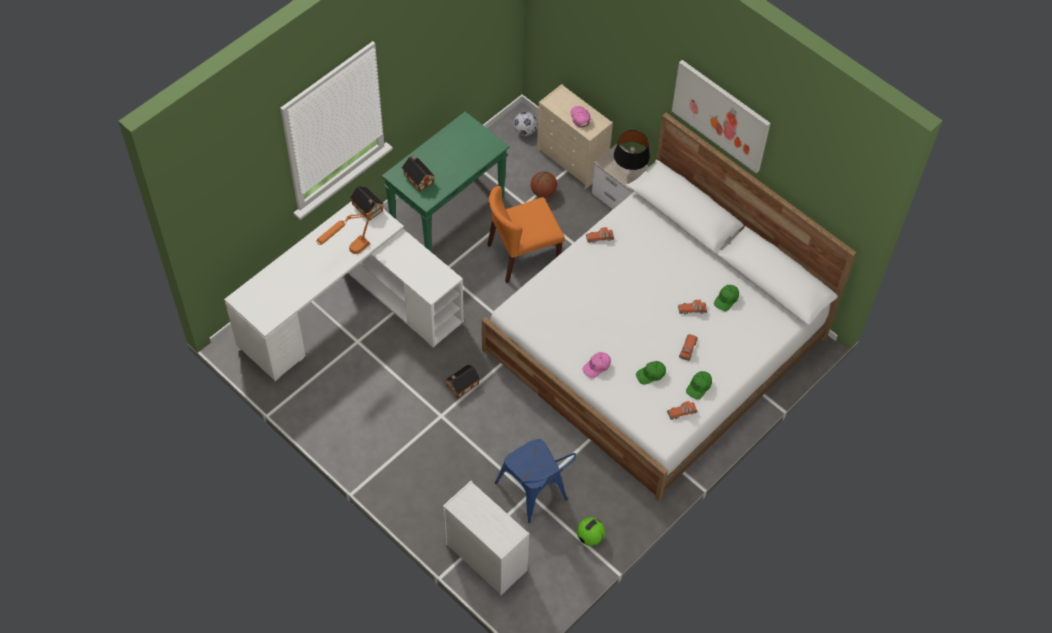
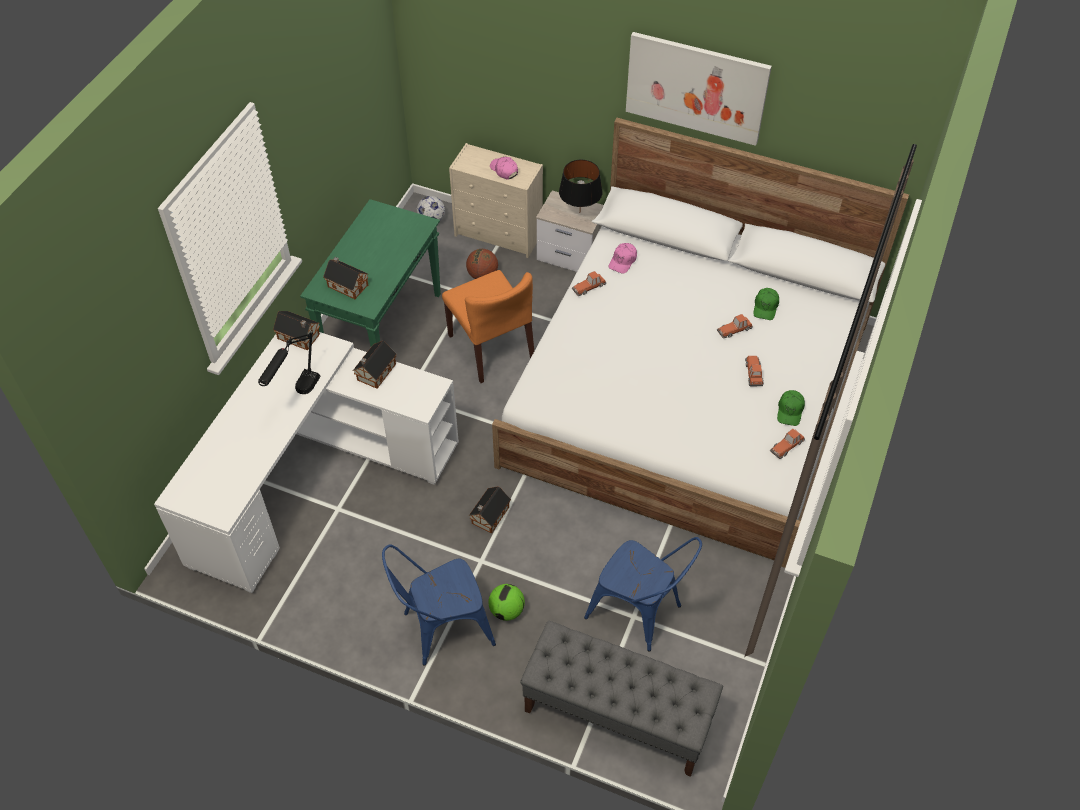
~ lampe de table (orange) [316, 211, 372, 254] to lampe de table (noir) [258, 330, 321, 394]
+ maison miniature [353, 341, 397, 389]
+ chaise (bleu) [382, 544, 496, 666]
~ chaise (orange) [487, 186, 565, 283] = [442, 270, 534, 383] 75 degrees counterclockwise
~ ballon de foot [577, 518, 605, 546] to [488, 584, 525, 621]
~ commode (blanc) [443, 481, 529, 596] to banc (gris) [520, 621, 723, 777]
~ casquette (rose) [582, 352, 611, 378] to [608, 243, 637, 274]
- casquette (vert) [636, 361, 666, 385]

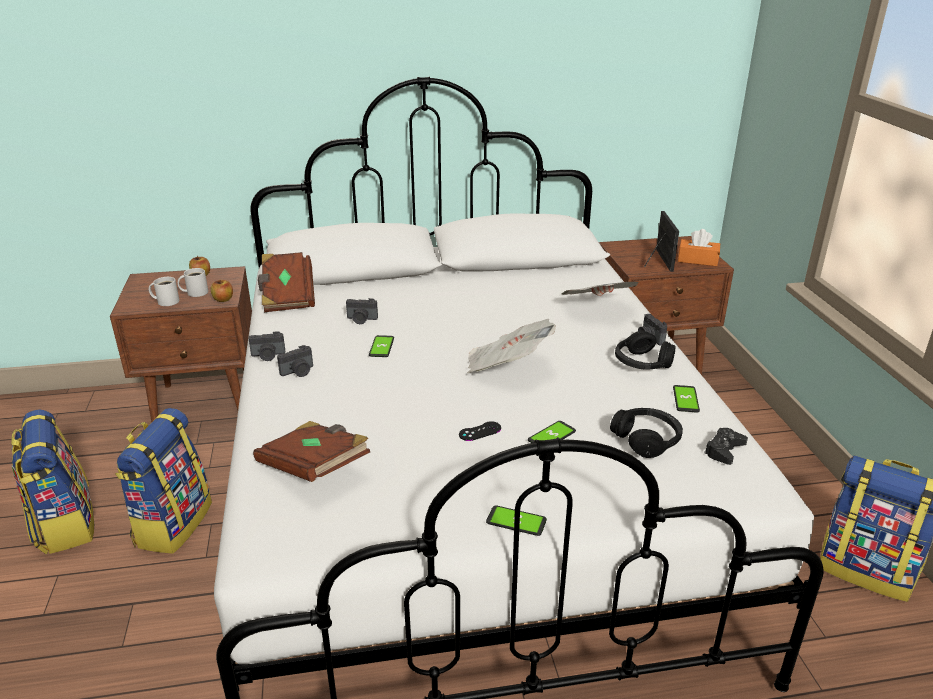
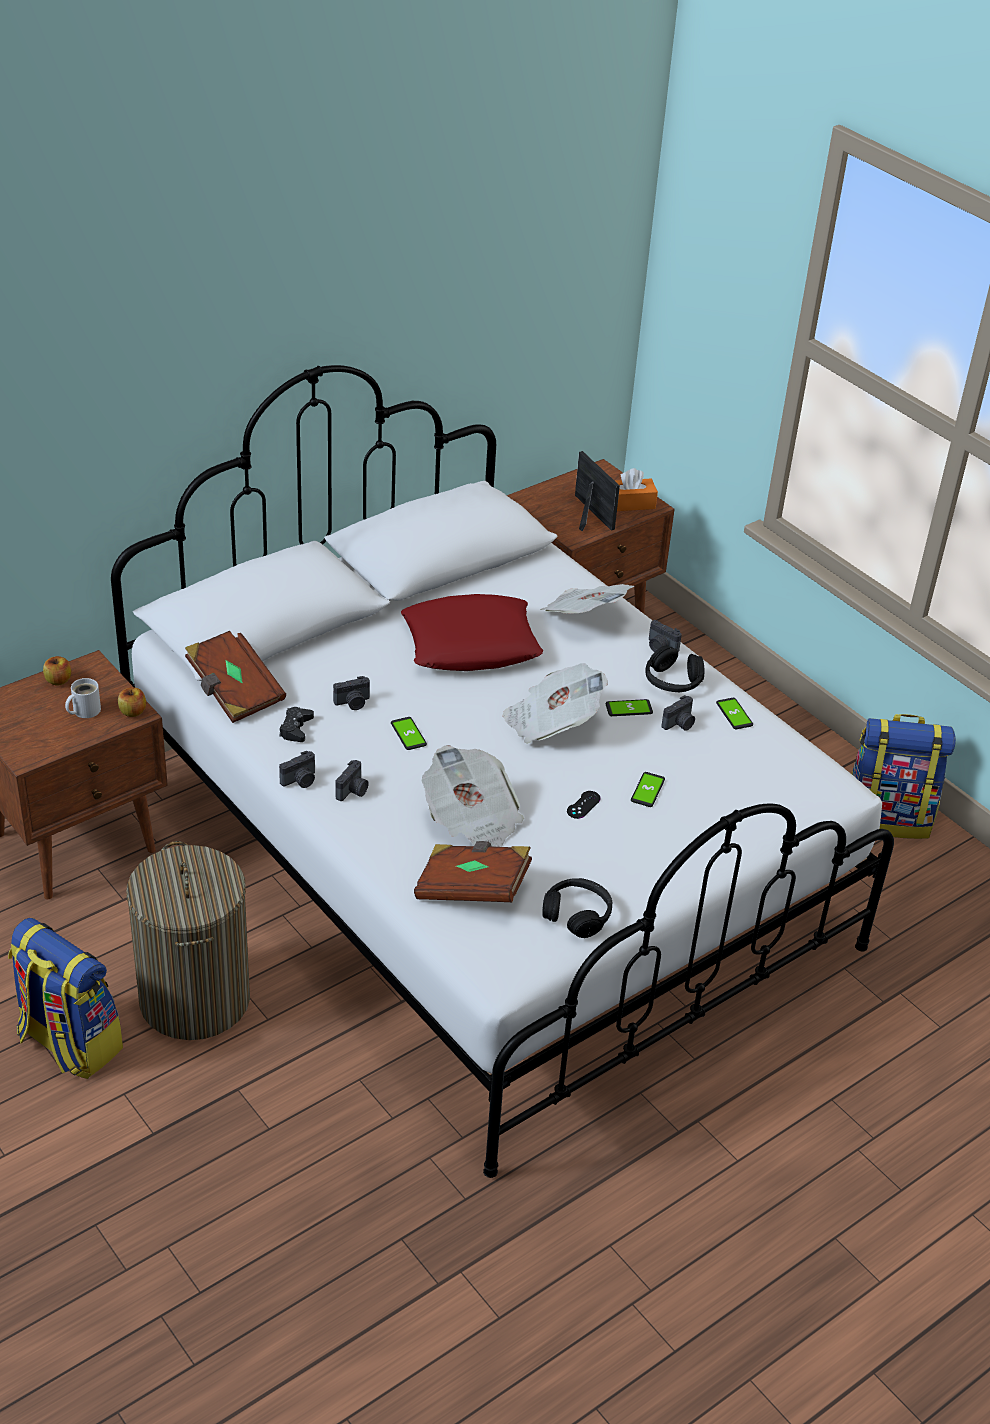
~ sac à dos [115, 408, 212, 554] to panier à linge [127, 841, 250, 1040]
~ manette (noir) [704, 428, 748, 465] to [279, 707, 314, 742]
+ coussin (rouge) [401, 594, 543, 671]
+ journal [422, 745, 524, 847]
~ casque audio (noir) [610, 408, 683, 458] to [542, 878, 612, 938]
~ téléphone [486, 505, 547, 536] to [605, 699, 653, 716]
+ appareil photo [661, 695, 695, 731]
- mug (blanc) [149, 277, 180, 306]

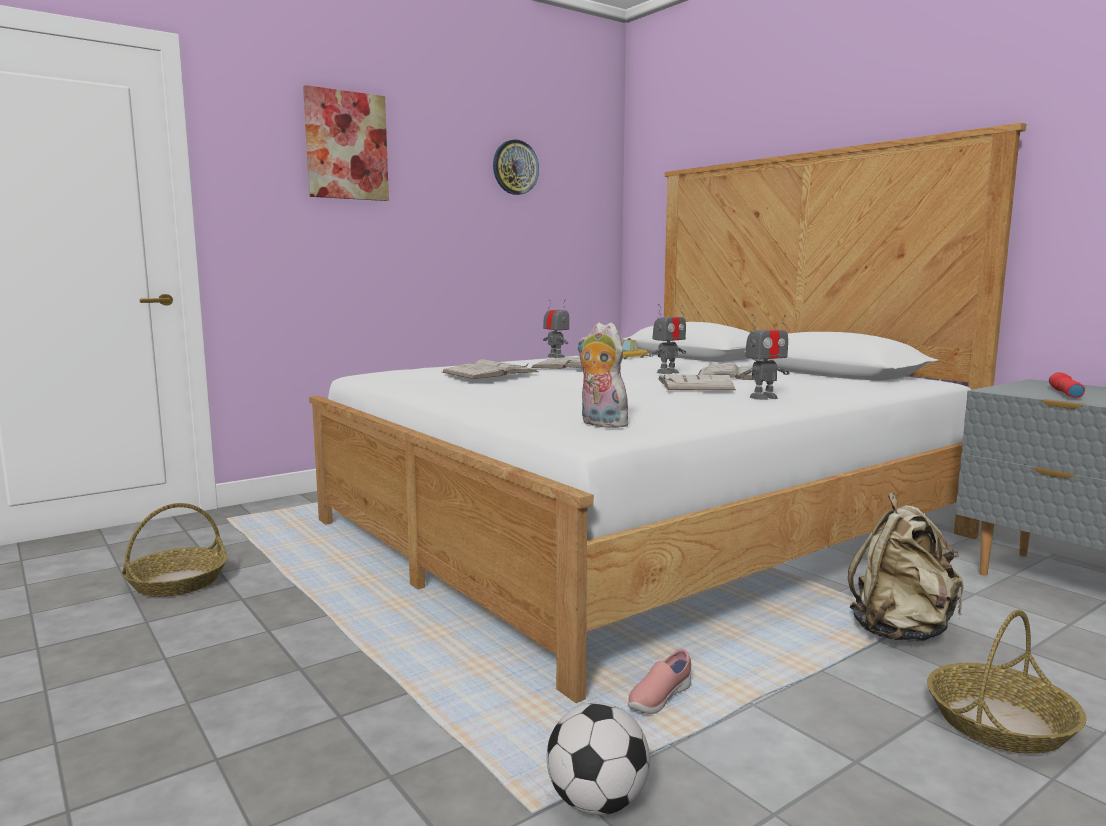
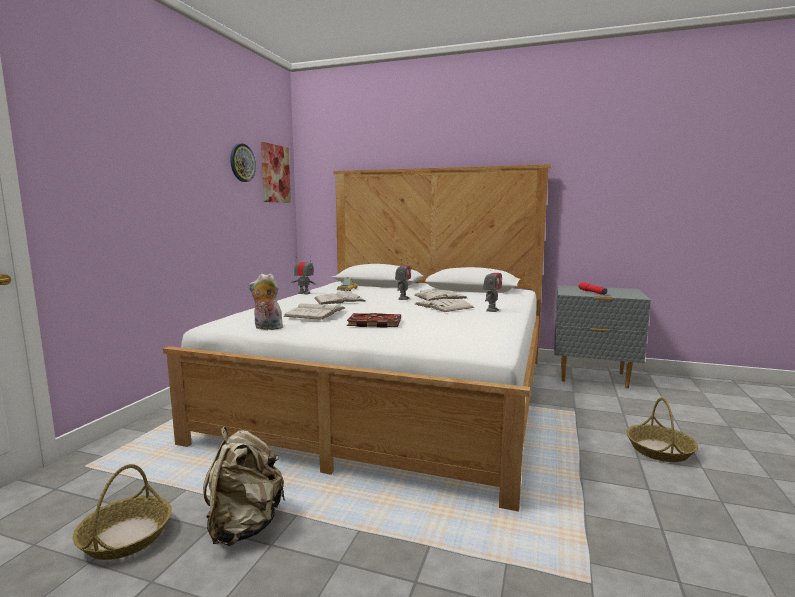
~ sac à dos (beige) [848, 493, 963, 642] to [203, 427, 285, 546]
~ peluche [578, 322, 633, 428] to [249, 273, 285, 330]
~ tableau [303, 85, 389, 201] to [261, 142, 291, 203]
+ livre [347, 313, 401, 328]
- ballon de foot [546, 702, 650, 815]
- chaussure (rose) [628, 648, 691, 714]

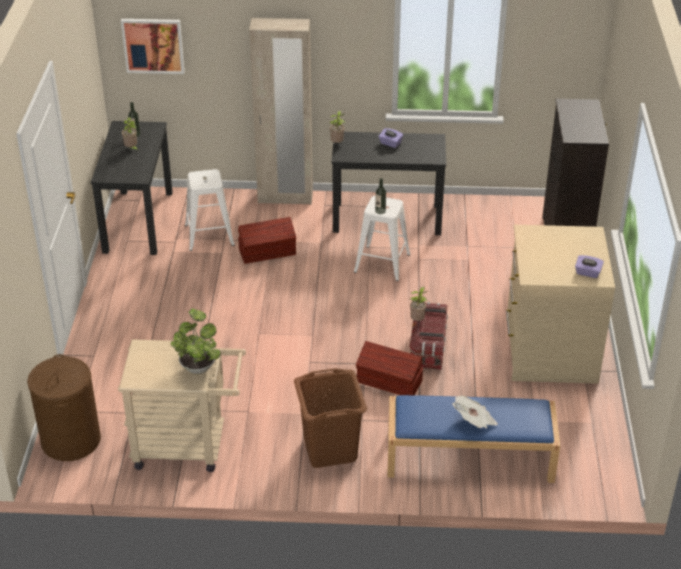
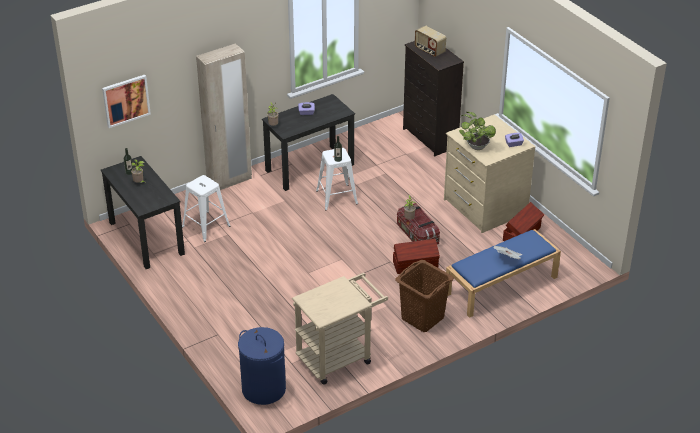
~ panier à linge (marron) [27, 354, 101, 461] to panier à linge (bleu) [238, 327, 286, 405]
+ radio [415, 25, 446, 57]
~ plante en pot [170, 308, 221, 374] to [459, 112, 496, 150]
~ boîte de rangement (marron) [238, 217, 296, 264] to [503, 202, 544, 241]

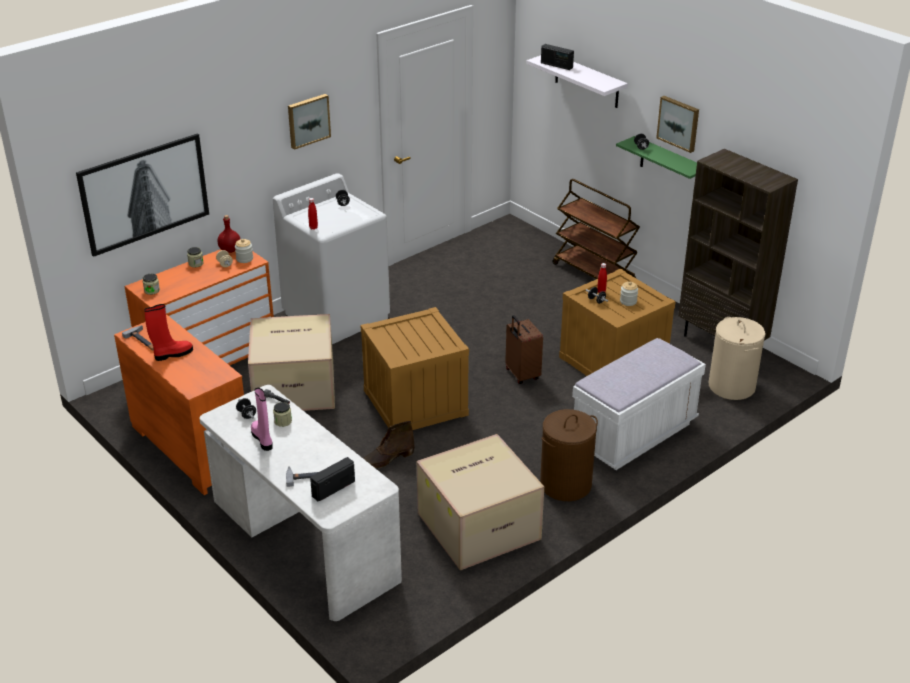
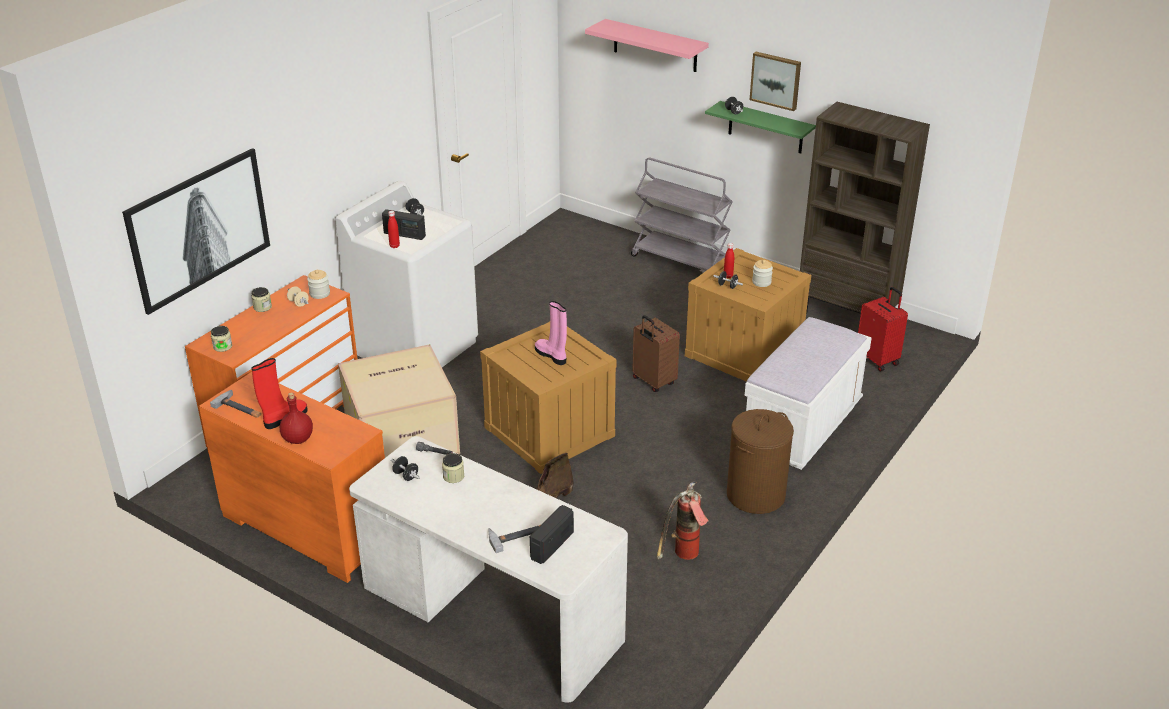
~ bouteille (rouge) [218, 215, 240, 253] to [280, 392, 313, 444]
~ radio [541, 44, 574, 70] to [382, 209, 426, 240]
~ botte (rose) [251, 388, 273, 451] to [535, 301, 567, 365]
~ étagère (blanc) [526, 55, 628, 108] to étagère (rose) [585, 19, 709, 72]
~ chariot (marron) [552, 179, 640, 279] to chariot (gris) [631, 158, 733, 273]
~ carton [417, 434, 544, 571] to extincteur [657, 482, 709, 560]
~ panier à linge (beige) [709, 317, 765, 400] to valise (rouge) [858, 287, 908, 371]
- tableau [288, 94, 331, 150]

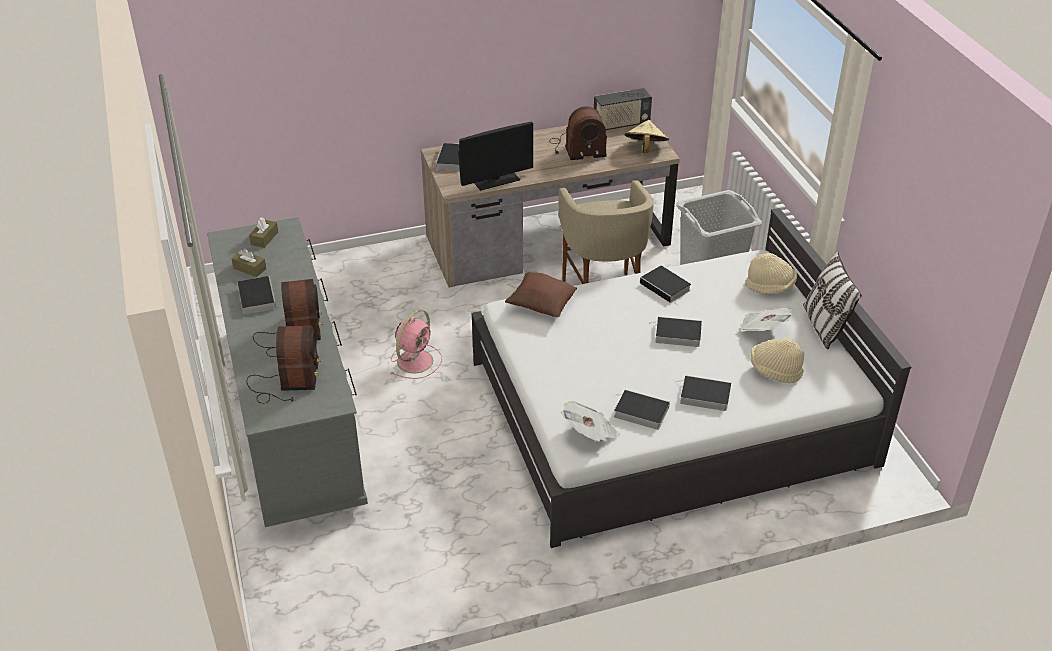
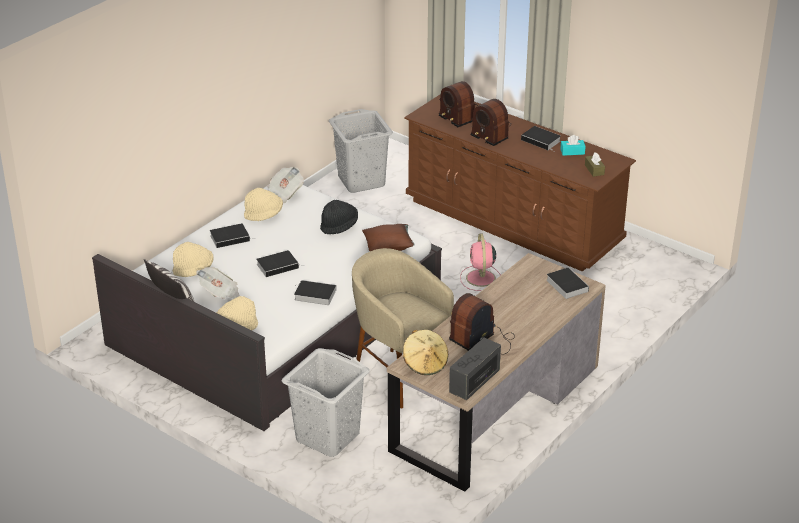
~ livre [614, 390, 670, 430] to chapeau (beige) [244, 188, 283, 221]
+ chapeau (noir) [320, 200, 358, 234]
+ panier à linge (gris) [329, 109, 393, 193]
~ commode (gris) [207, 217, 368, 527] to commode (marron) [404, 94, 636, 272]
~ boîte à mouchoirs (marron) [231, 249, 266, 277] to boîte à mouchoirs (turquoise) [560, 135, 586, 156]
- écran d'ordinateur [459, 122, 533, 191]

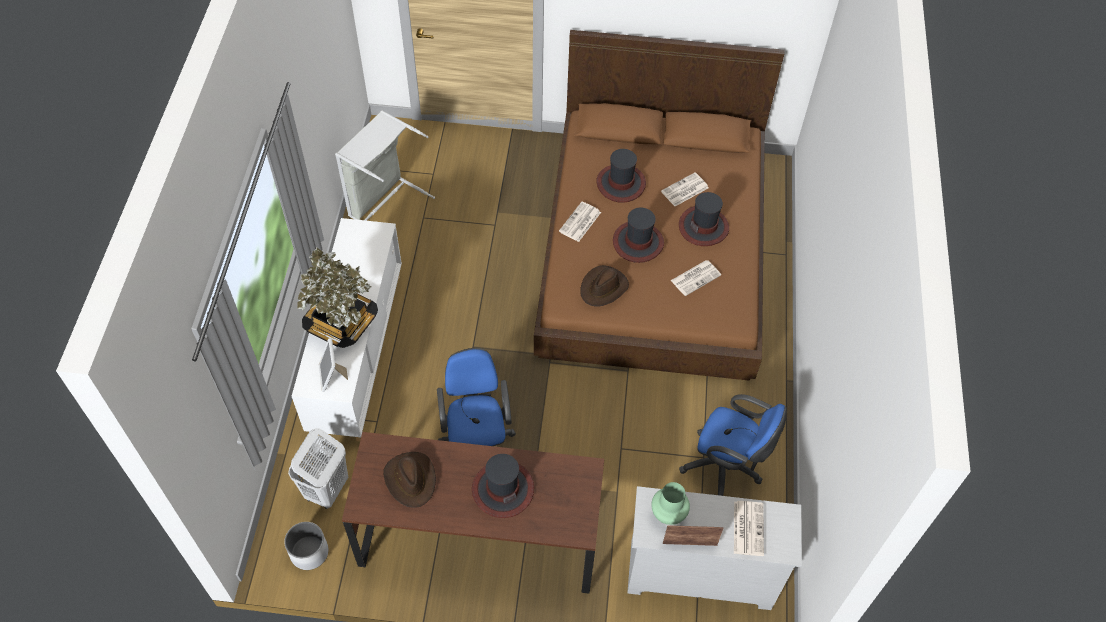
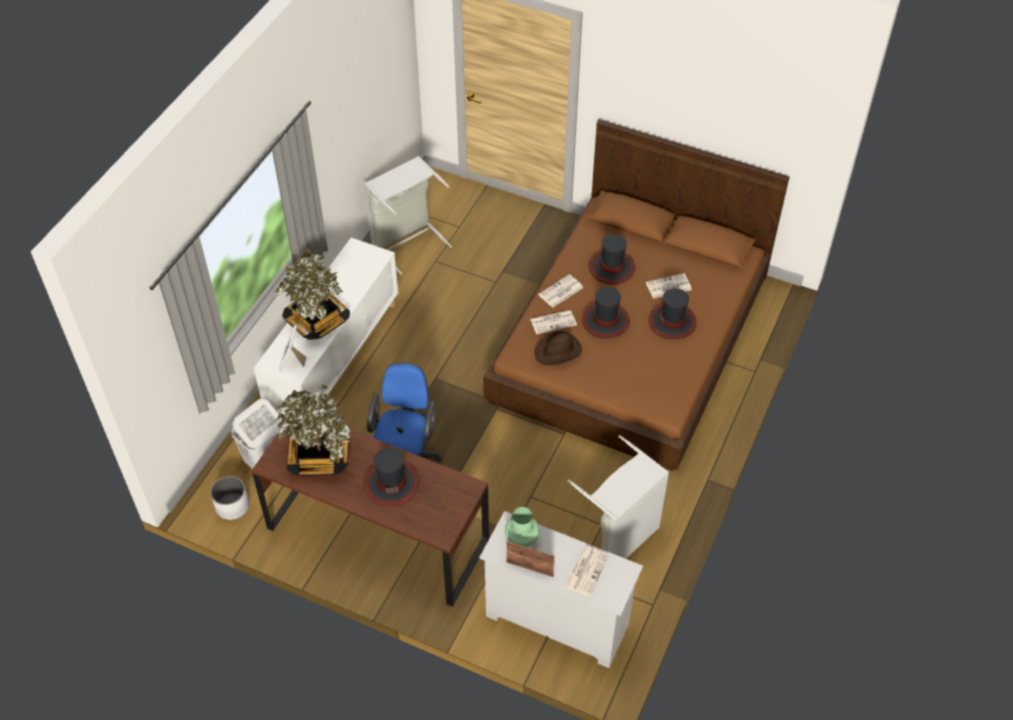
~ chapeau (marron) [383, 452, 436, 508] to plante en pot [276, 385, 350, 476]
~ journal [671, 260, 721, 296] to [530, 310, 577, 334]
~ chaise de bureau (bleu) [679, 394, 787, 496] to panier à linge (gris) [564, 435, 669, 559]

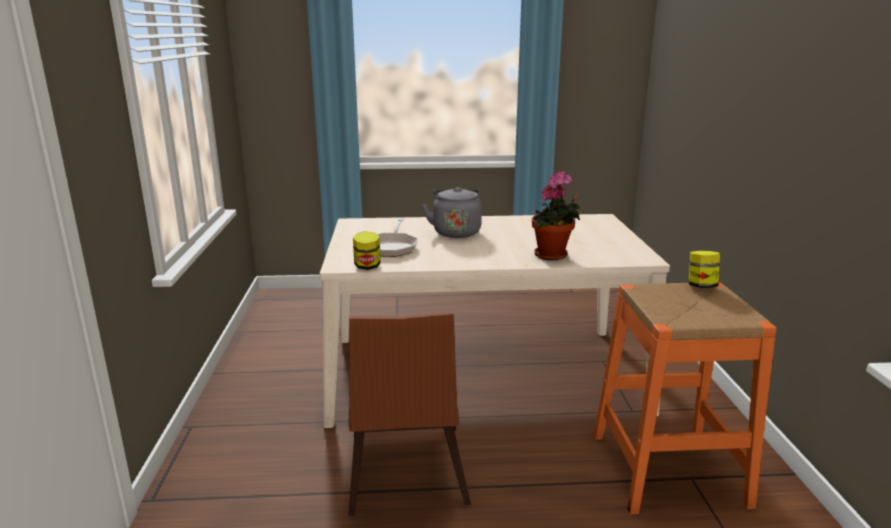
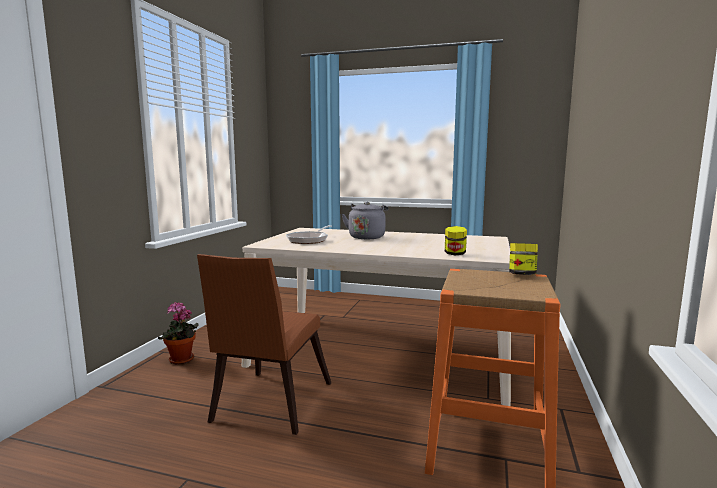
~ plante en pot [532, 171, 580, 261] to [158, 302, 199, 364]
~ bocal [353, 231, 381, 270] to [445, 226, 467, 256]

